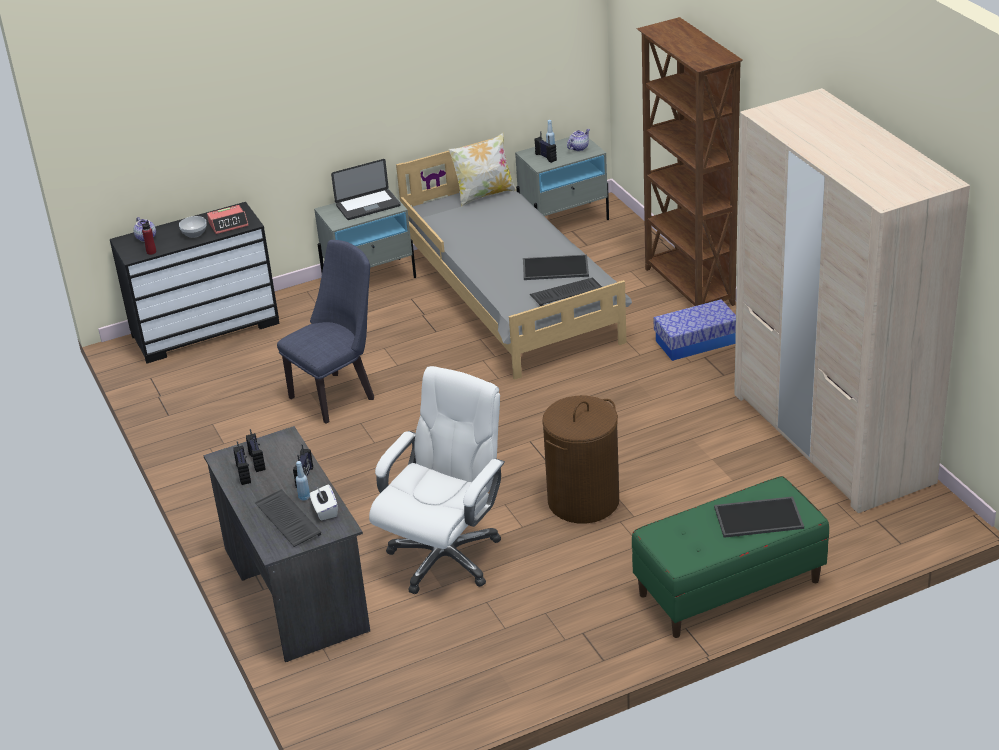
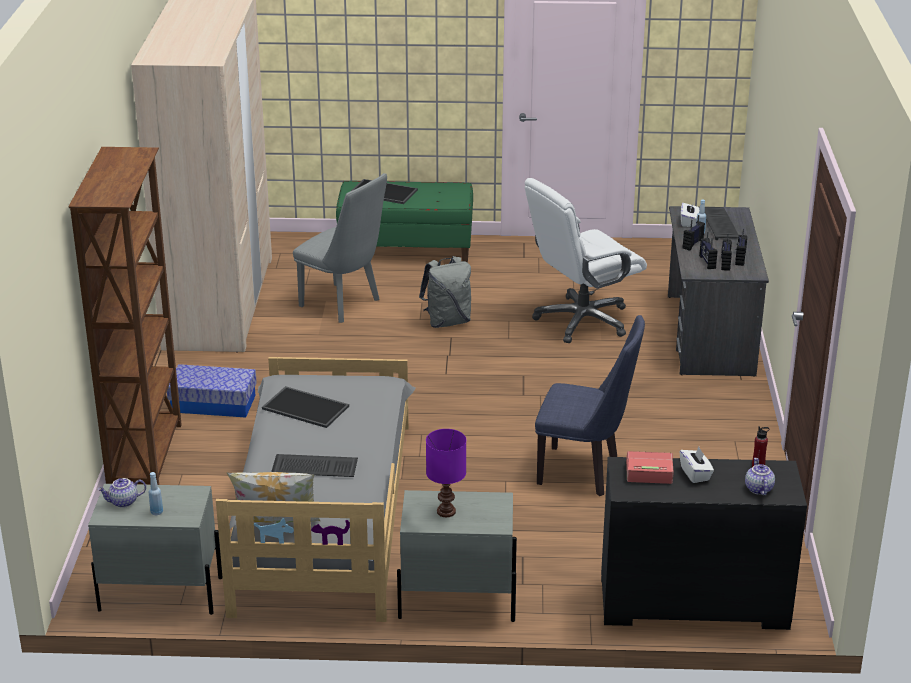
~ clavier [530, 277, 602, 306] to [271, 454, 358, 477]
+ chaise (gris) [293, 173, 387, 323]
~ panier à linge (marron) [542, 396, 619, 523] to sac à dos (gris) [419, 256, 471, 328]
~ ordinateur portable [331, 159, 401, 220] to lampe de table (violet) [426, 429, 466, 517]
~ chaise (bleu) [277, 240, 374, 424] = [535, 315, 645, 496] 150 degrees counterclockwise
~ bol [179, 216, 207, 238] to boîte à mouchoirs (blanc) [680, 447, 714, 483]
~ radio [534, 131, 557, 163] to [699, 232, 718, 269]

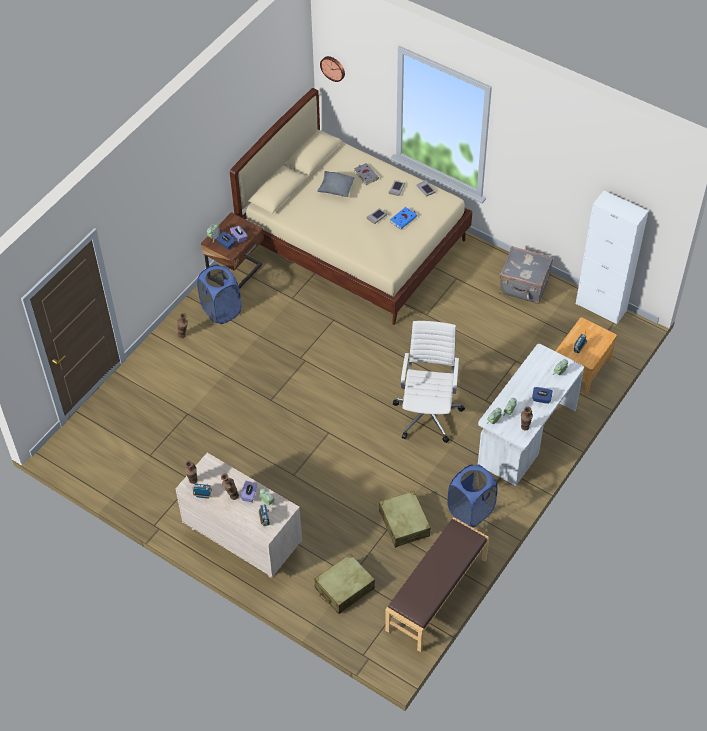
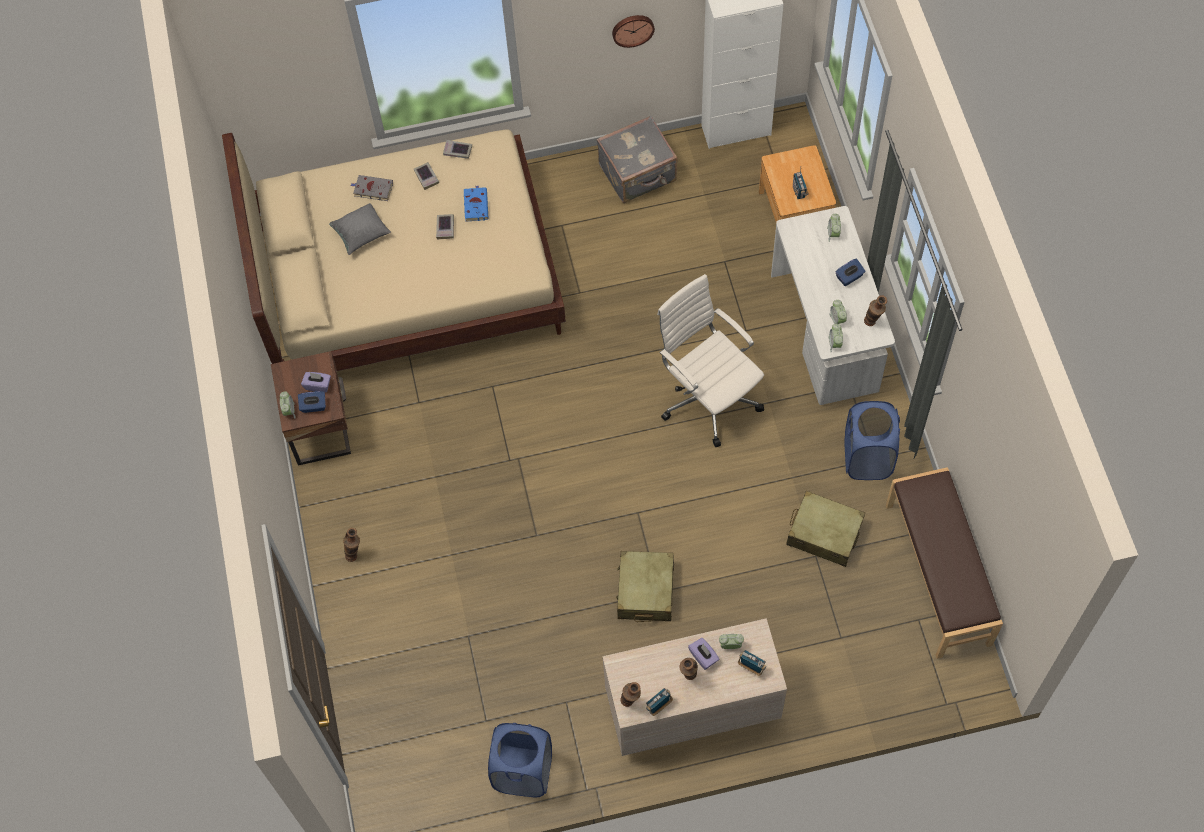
~ panier à linge (bleu) [197, 265, 241, 324] to [488, 723, 552, 797]
~ horloge murale [320, 56, 345, 82] to [612, 15, 655, 48]
~ valise (beige) [315, 554, 375, 614] to [616, 551, 674, 622]

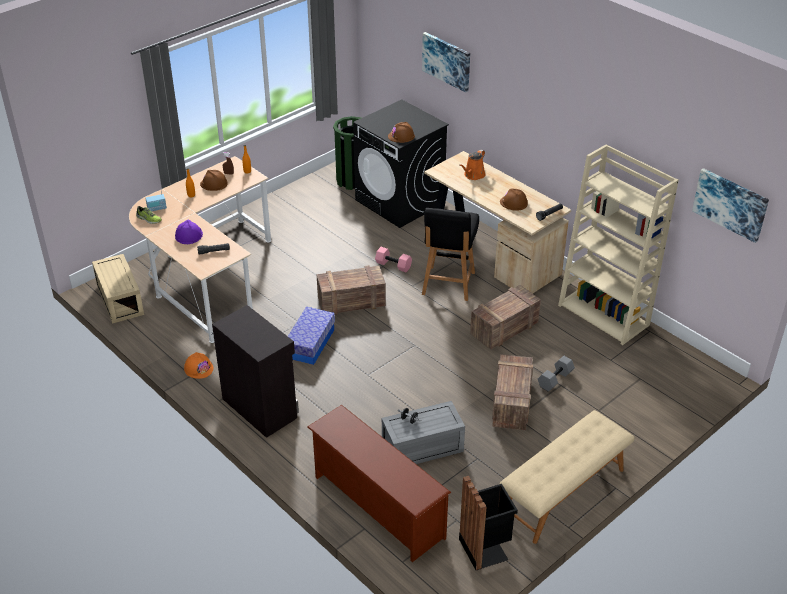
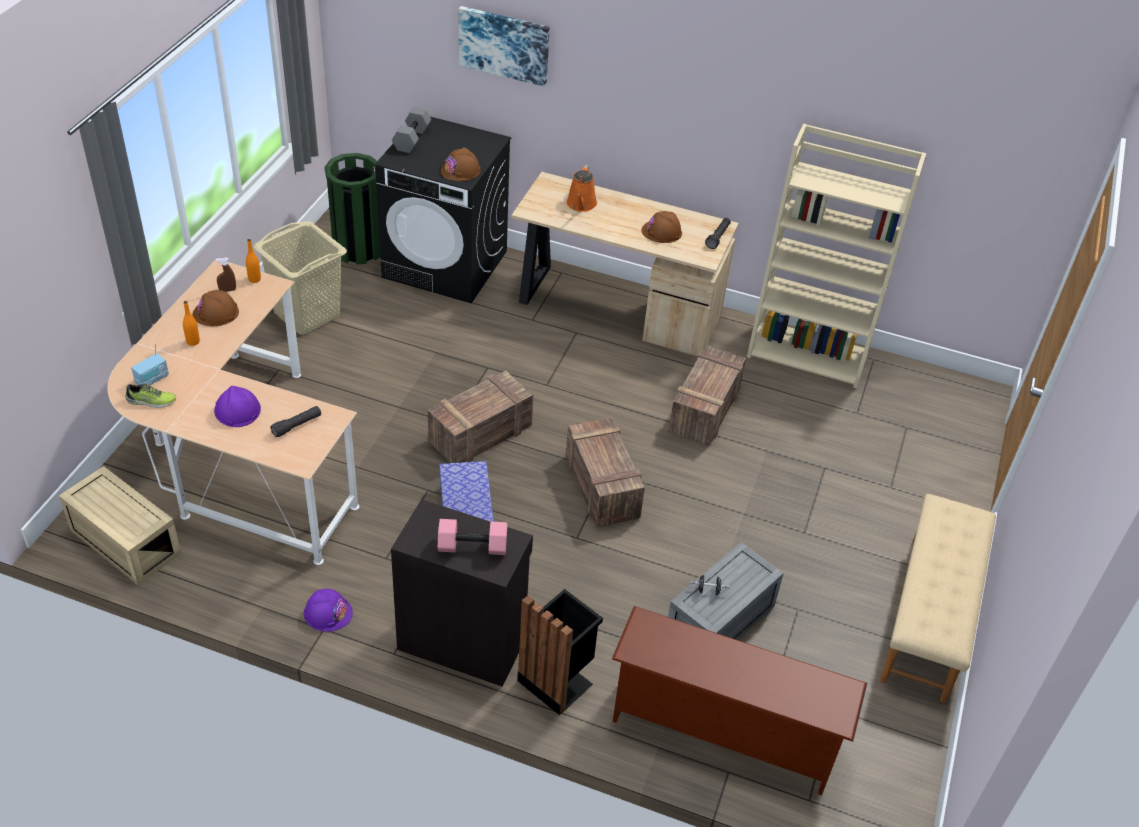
+ panier à linge (beige) [253, 221, 347, 335]
~ casque de chantier (orange) [184, 352, 213, 379] to casque de chantier (violet) [304, 589, 353, 632]
~ haltère (gris) [538, 356, 575, 392] to [392, 107, 431, 153]
~ haltère (rose) [375, 247, 412, 272] to [438, 519, 507, 555]
~ poubelle (noir) [459, 476, 518, 570] to [517, 589, 603, 715]
~ caisse [492, 354, 533, 430] to [566, 417, 645, 527]
- chaise (noir) [422, 208, 479, 301]
- tableau [692, 168, 769, 243]

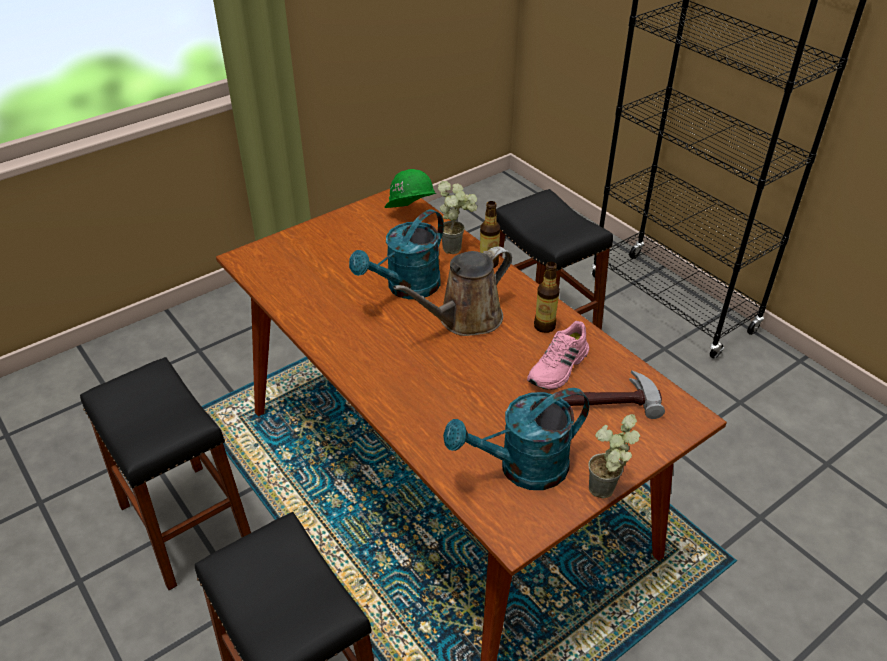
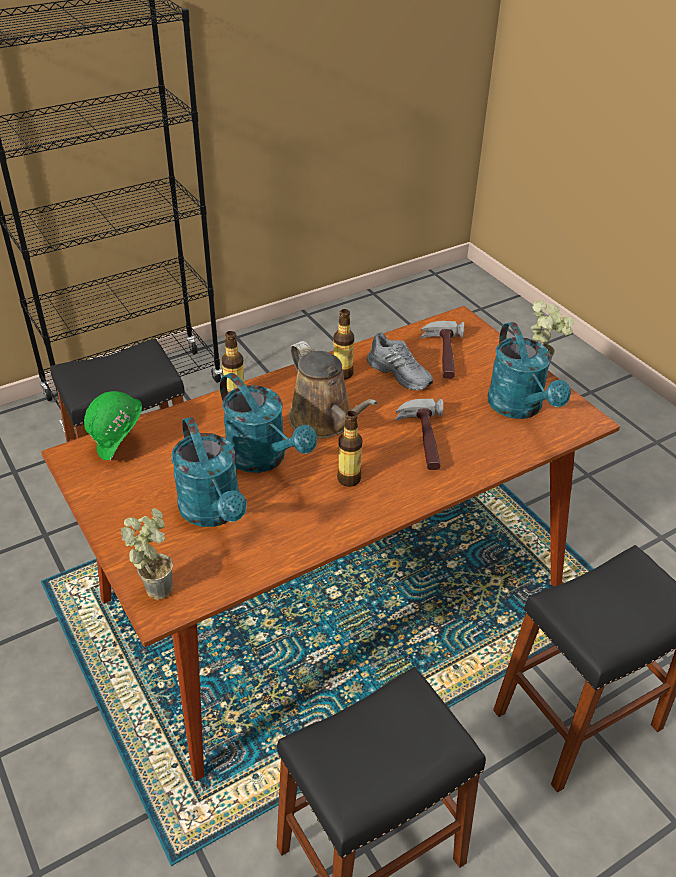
~ plante en pot [438, 181, 477, 254] to [120, 508, 173, 600]
+ arrosoir (turquoise) [171, 417, 247, 527]
+ bouteille [337, 411, 363, 487]
~ chaussure (rose) [527, 321, 589, 390] to chaussure (gris) [367, 332, 433, 390]
+ marteau [395, 399, 444, 470]

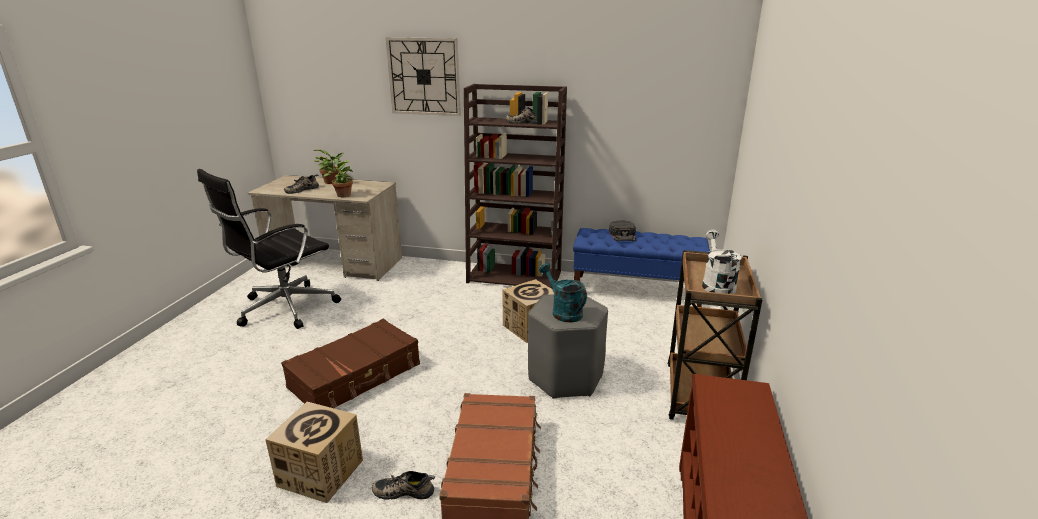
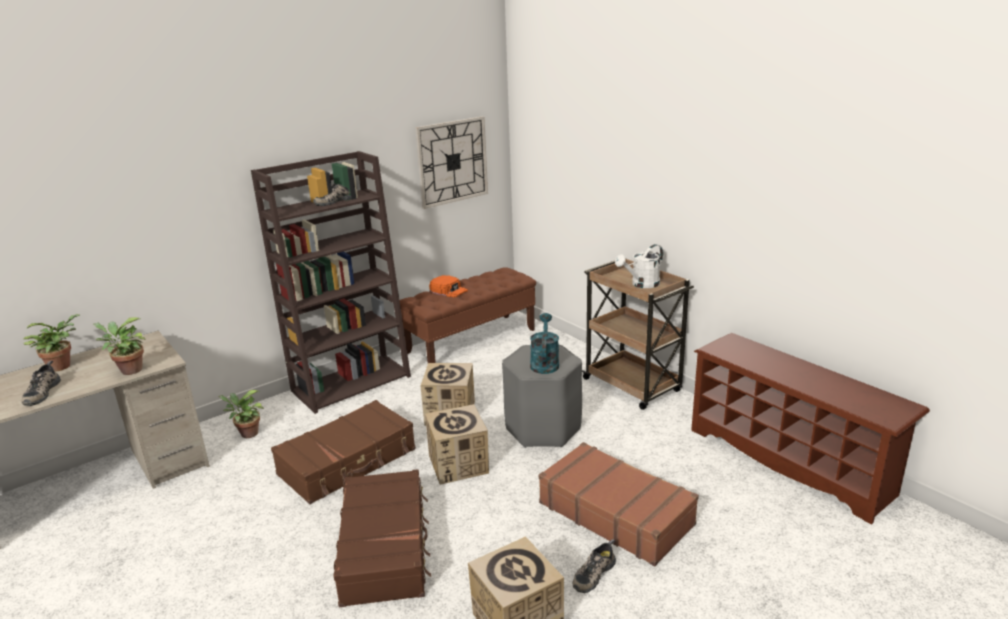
+ plante en pot [218, 390, 264, 438]
+ valise (marron) [271, 400, 416, 504]
~ banc (bleu) [573, 228, 710, 307] to banc (marron) [400, 267, 536, 363]
~ horloge murale [386, 37, 461, 116] to [415, 116, 488, 209]
+ carton [425, 404, 489, 485]
~ casquette (noir) [609, 221, 636, 242] to casquette (orange) [429, 275, 468, 297]
~ arrosoir (turquoise) [539, 263, 587, 323] = [530, 313, 559, 374] 90 degrees clockwise
~ arrosoir (blanc) [702, 230, 742, 294] = [615, 244, 663, 288] 75 degrees counterclockwise
- chaise de bureau (noir) [197, 169, 341, 329]

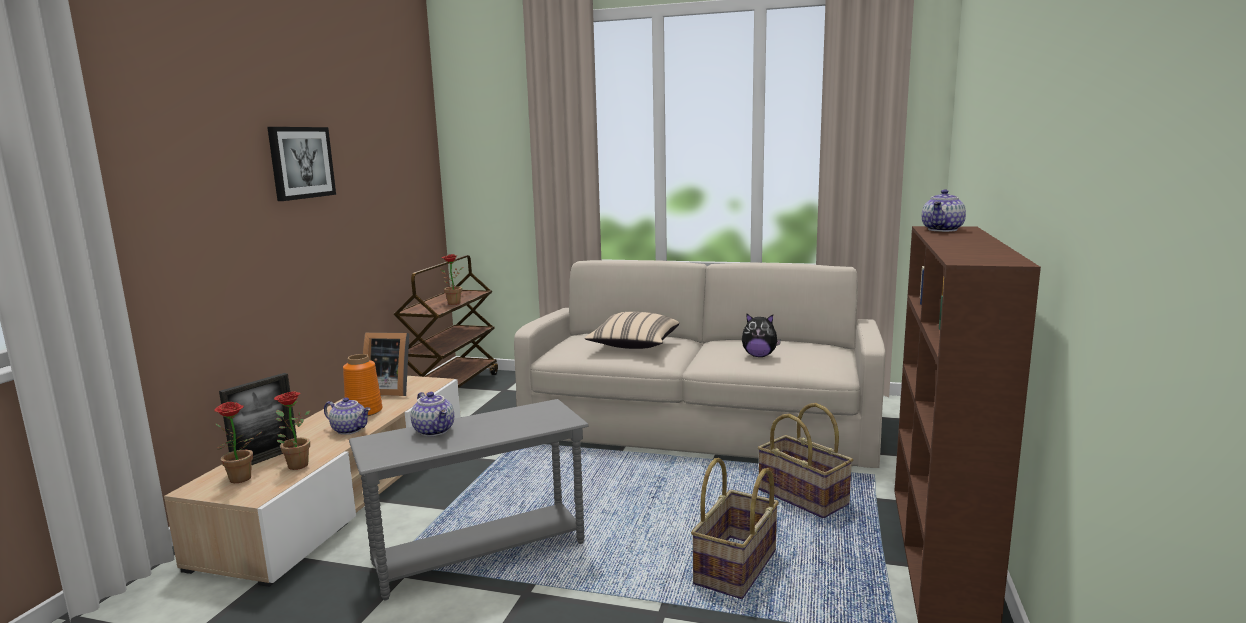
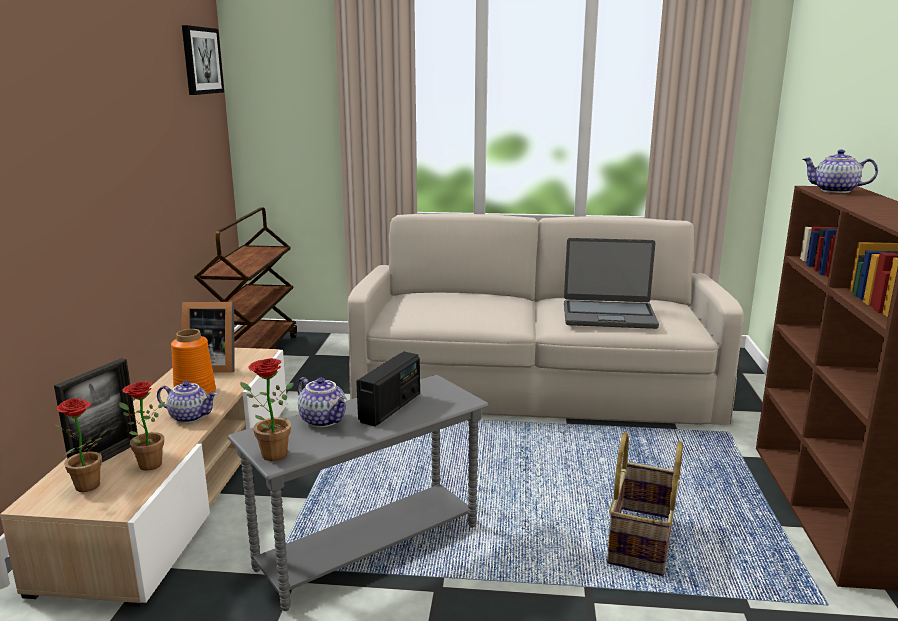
~ tableau [267, 127, 336, 201] to [182, 25, 224, 95]
~ plante en pot [440, 254, 463, 305] to [240, 358, 294, 461]
+ radio [356, 352, 420, 427]
~ peluche [742, 313, 781, 357] to ordinateur portable [564, 238, 659, 329]
~ théière [922, 189, 966, 232] = [802, 150, 878, 193] 90 degrees clockwise
- coussin (beige) [585, 312, 679, 349]
- panier [758, 403, 853, 518]

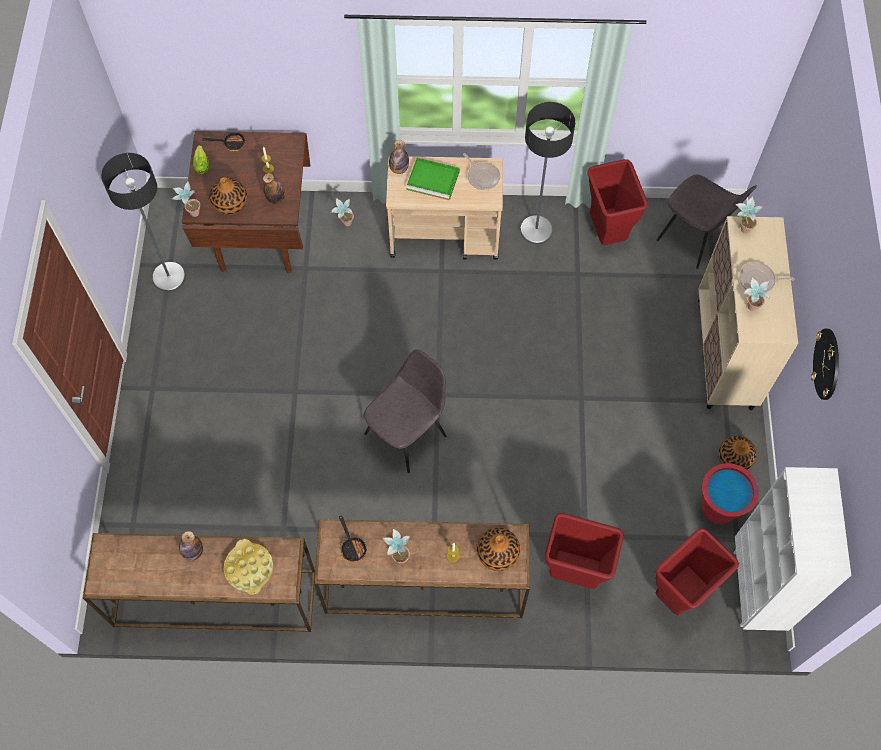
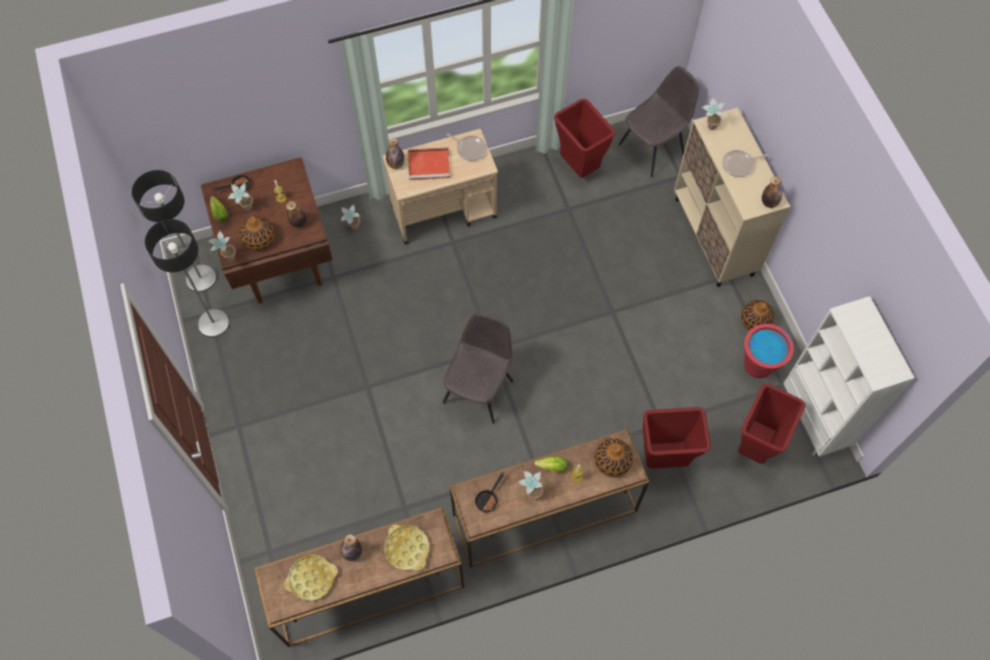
~ lampadaire [520, 102, 575, 244] to [132, 170, 217, 292]
~ plante en pot [744, 278, 770, 311] to [228, 183, 253, 211]
+ plateau (jaune) [284, 555, 338, 601]
~ plateau (vert) [406, 158, 460, 200] to plateau (rouge) [408, 147, 450, 180]
~ poêle [339, 516, 367, 562] = [475, 472, 504, 513] 75 degrees clockwise
+ laitue [534, 457, 568, 473]
~ chaise (gris) [657, 174, 757, 269] = [618, 66, 699, 177] 60 degrees counterclockwise
+ bouteille [762, 176, 782, 208]
- horloge murale [811, 329, 839, 400]

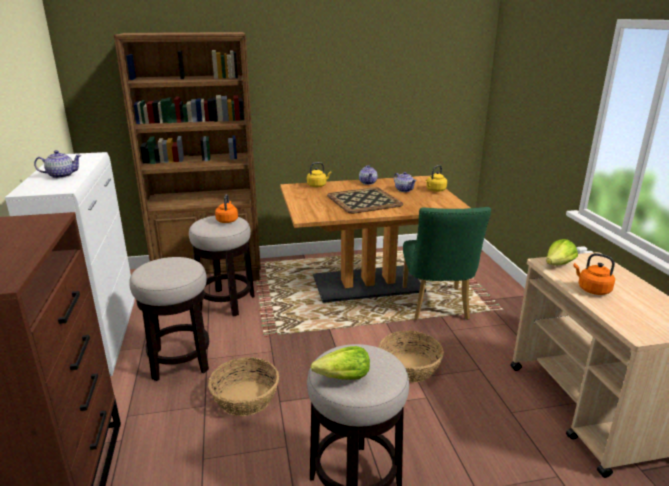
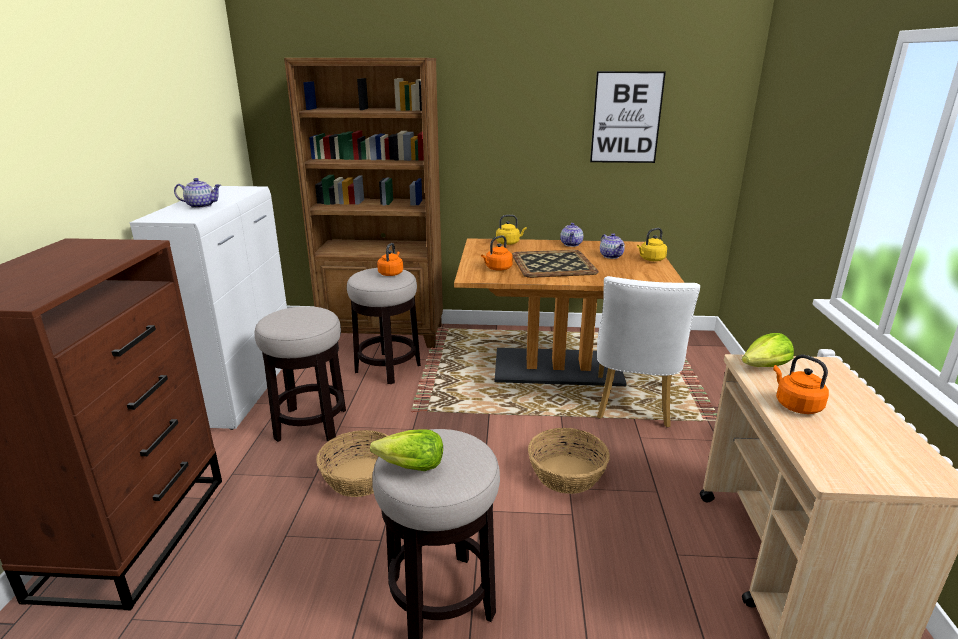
+ bouilloire (orange) [481, 235, 513, 271]
+ tableau [590, 71, 666, 163]
~ chaise (vert) [403, 207, 491, 320] to chaise (blanc) [597, 276, 700, 428]

